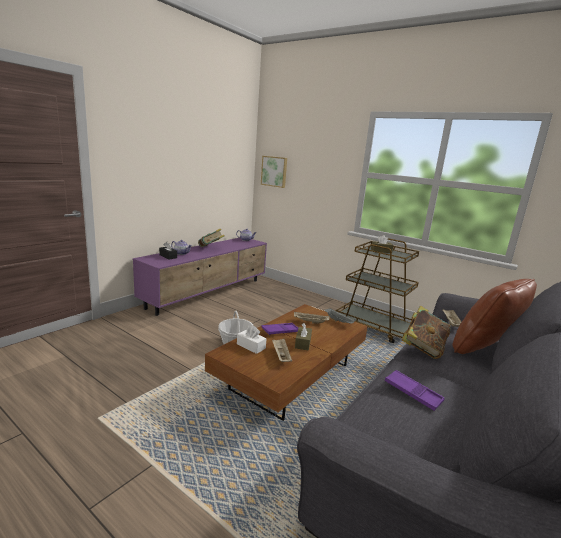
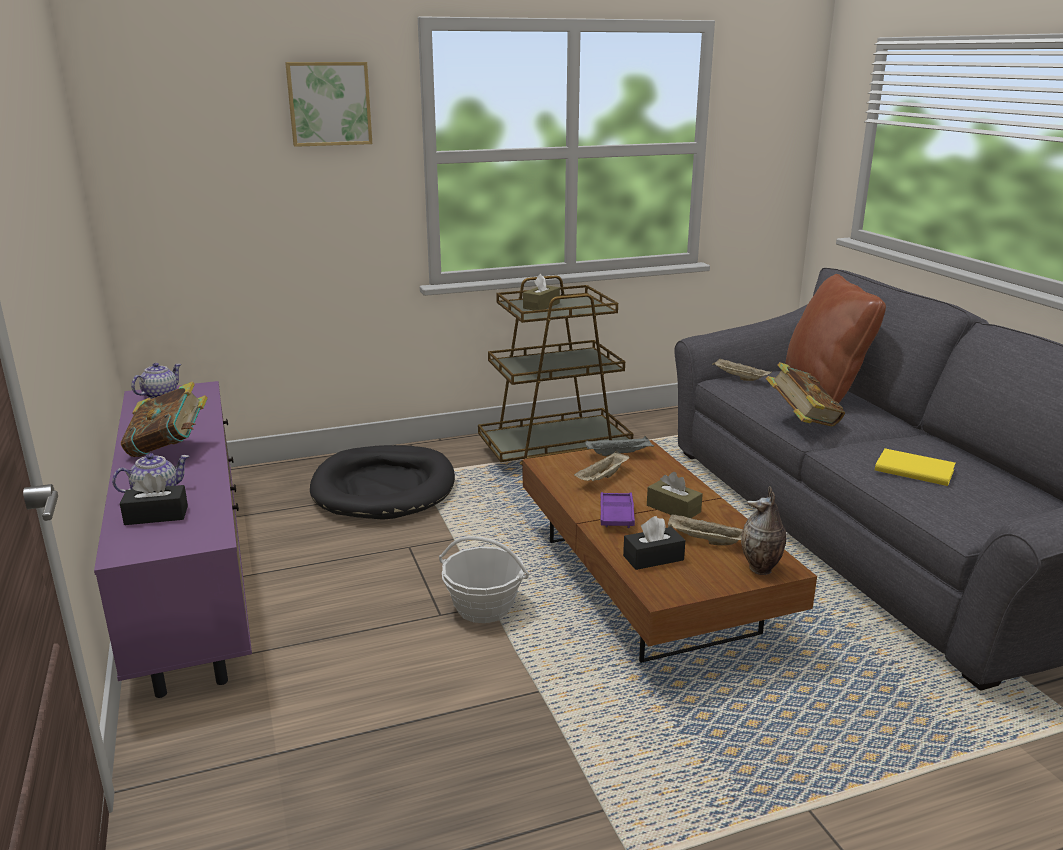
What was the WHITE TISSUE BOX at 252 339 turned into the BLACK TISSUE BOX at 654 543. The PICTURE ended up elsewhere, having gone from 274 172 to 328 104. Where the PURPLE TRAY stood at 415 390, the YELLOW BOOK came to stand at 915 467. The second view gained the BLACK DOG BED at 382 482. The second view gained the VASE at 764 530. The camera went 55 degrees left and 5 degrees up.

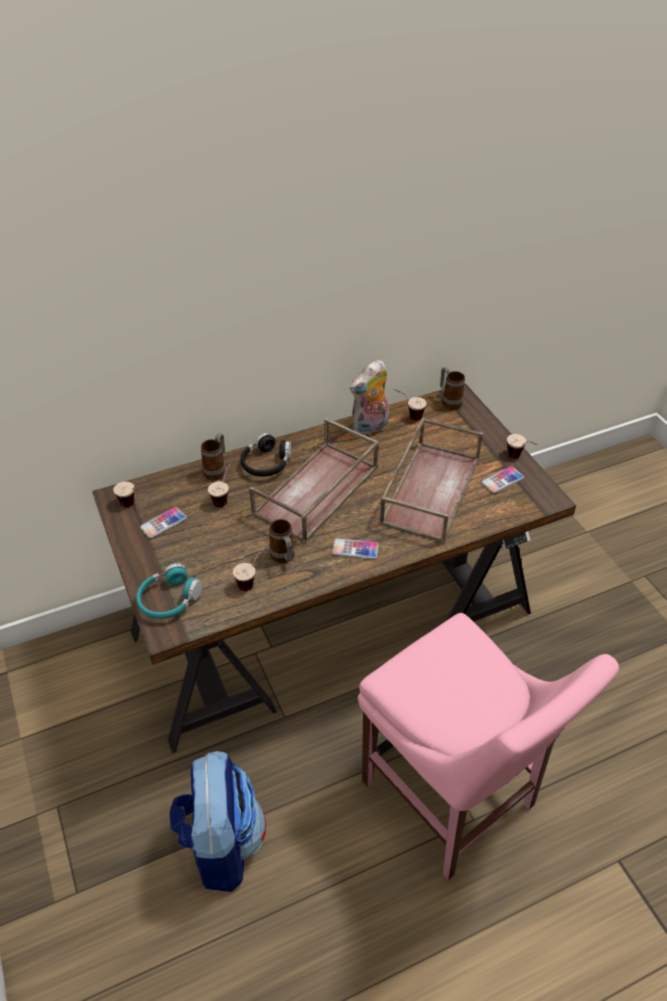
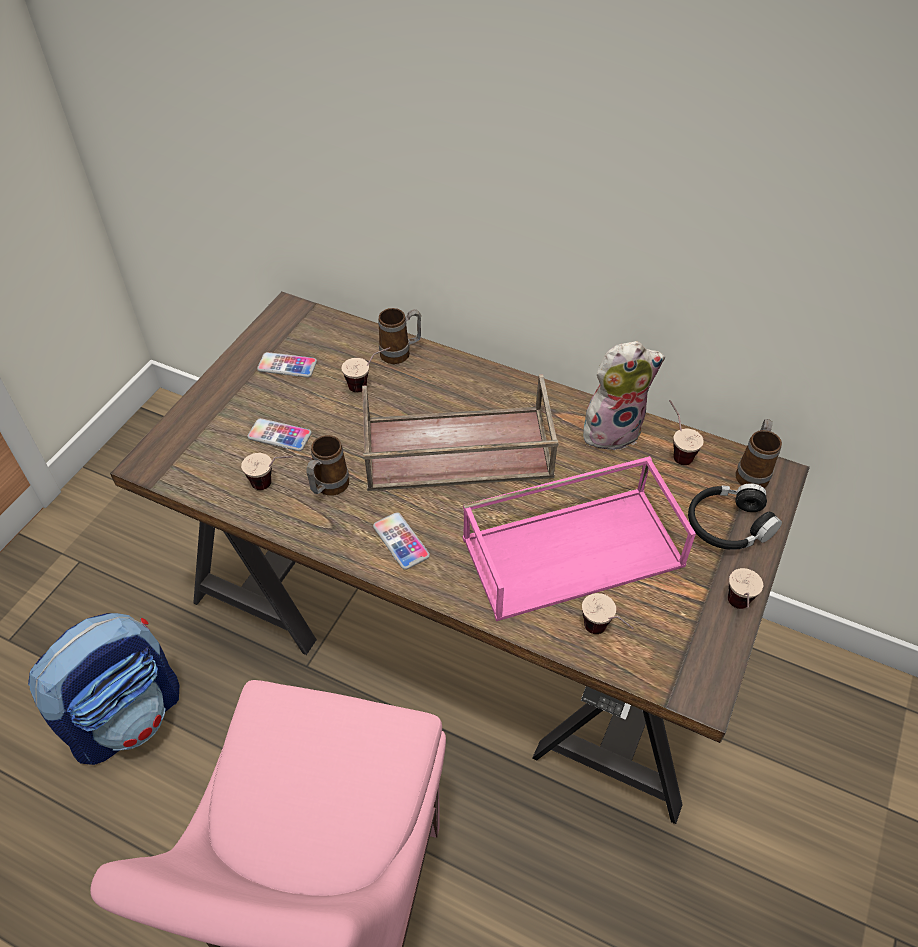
The CUP ended up elsewhere, having gone from 131 493 to 608 613. The second view lost the TURQUOISE HEADPHONES at 169 591. The BLACK HEADPHONES ended up elsewhere, having gone from 265 455 to 735 516. The PLUSH TOY at 369 398 ended up facing another way, 150 degrees clockwise from before. What was the BROWN TRAY at 431 480 turned into the PINK TRAY at 579 538. The PHONE ended up elsewhere, having gone from 502 480 to 279 434. The camera went 50 degrees right and 5 degrees up.

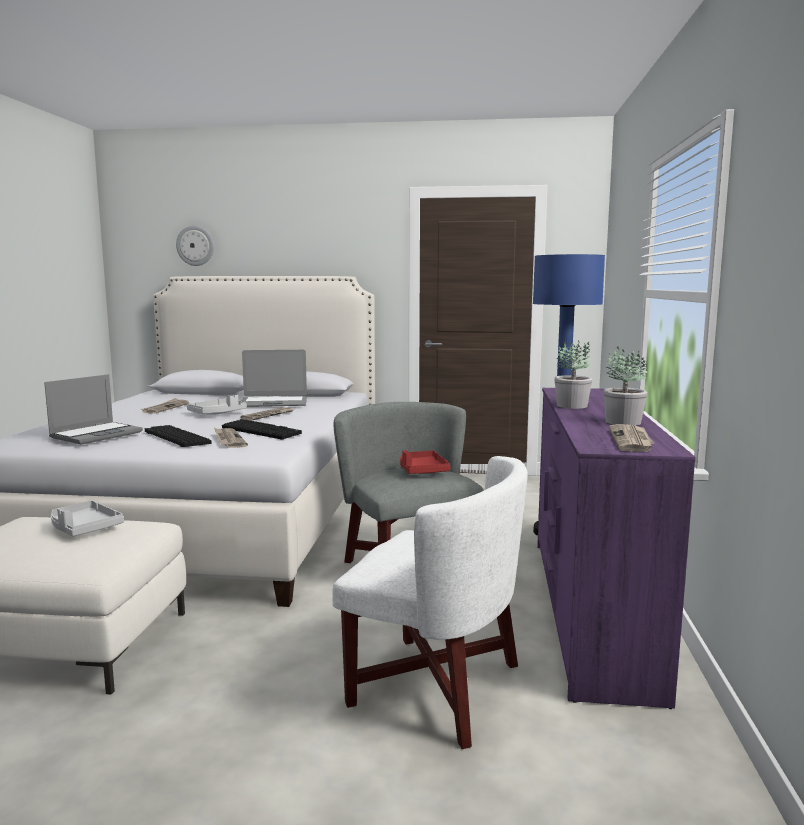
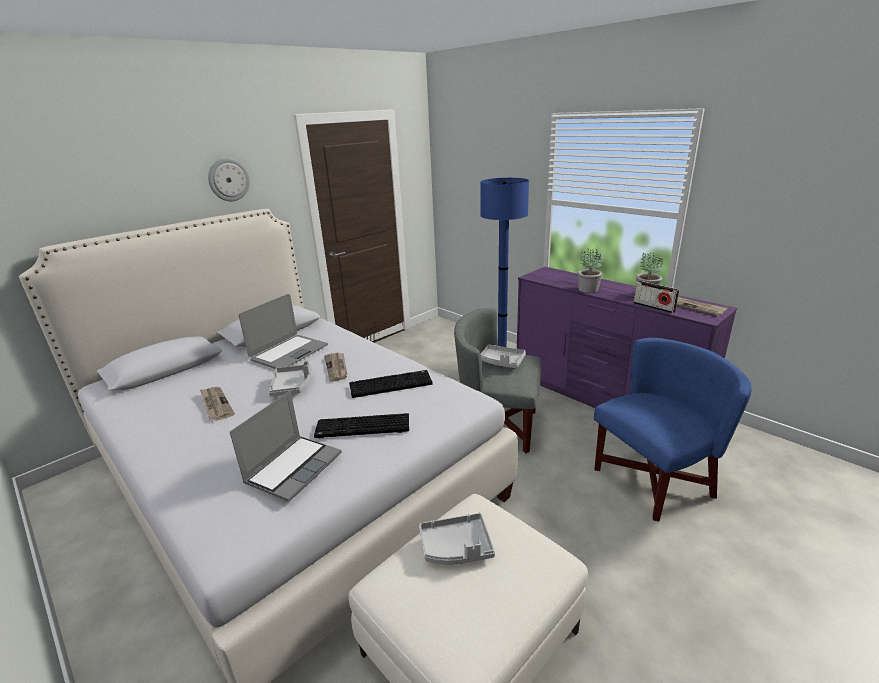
The LAPTOP at 93 409 ended up facing another way, 45 degrees clockwise from before. The WALL CLOCK ended up elsewhere, having gone from 195 245 to 229 179. The second view lost the NEWSPAPER at 231 438. What was the WHITE ARMCHAIR at 430 602 turned into the BLUE ARMCHAIR at 673 430. What was the RED TRAY at 425 462 turned into the GREY TRAY at 503 356. The second view gained the RADIO at 656 297. The camera went 50 degrees left and 15 degrees up.

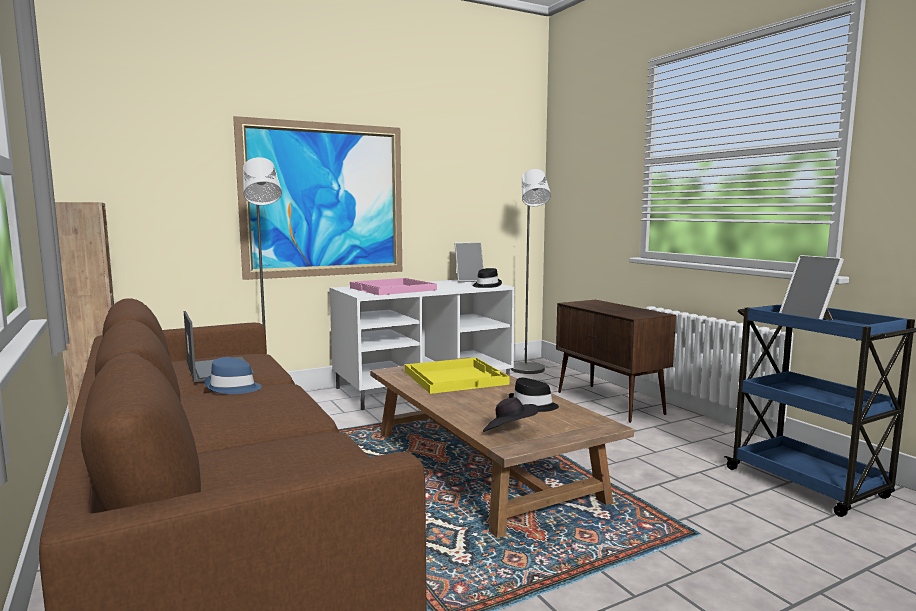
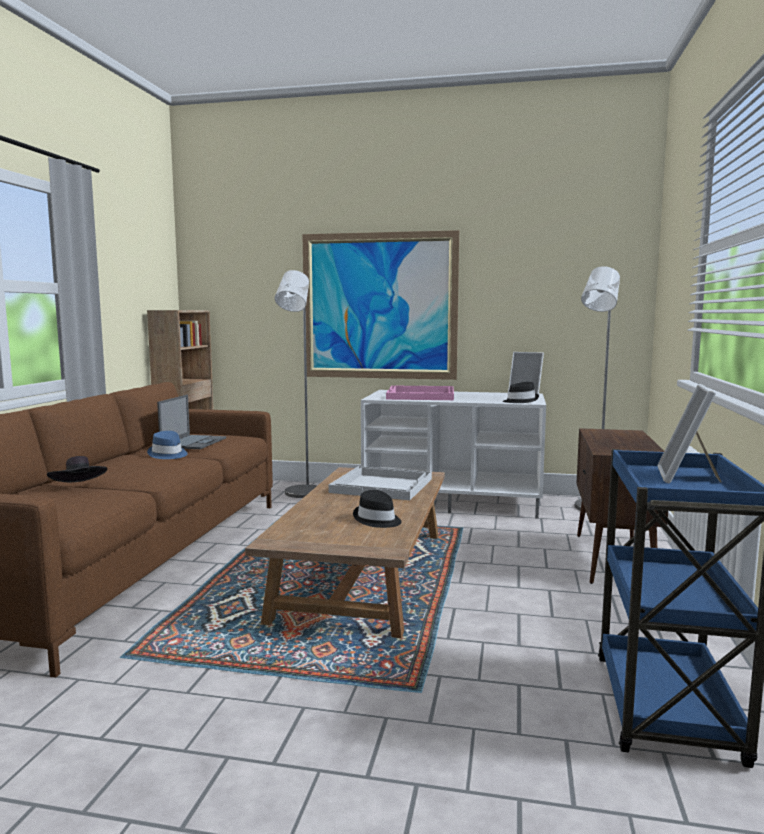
What was the YELLOW TRAY at 457 376 turned into the WHITE TRAY at 380 483. The BLACK HAT ended up elsewhere, having gone from 511 414 to 77 469. The camera went 40 degrees right and 0 degrees up.

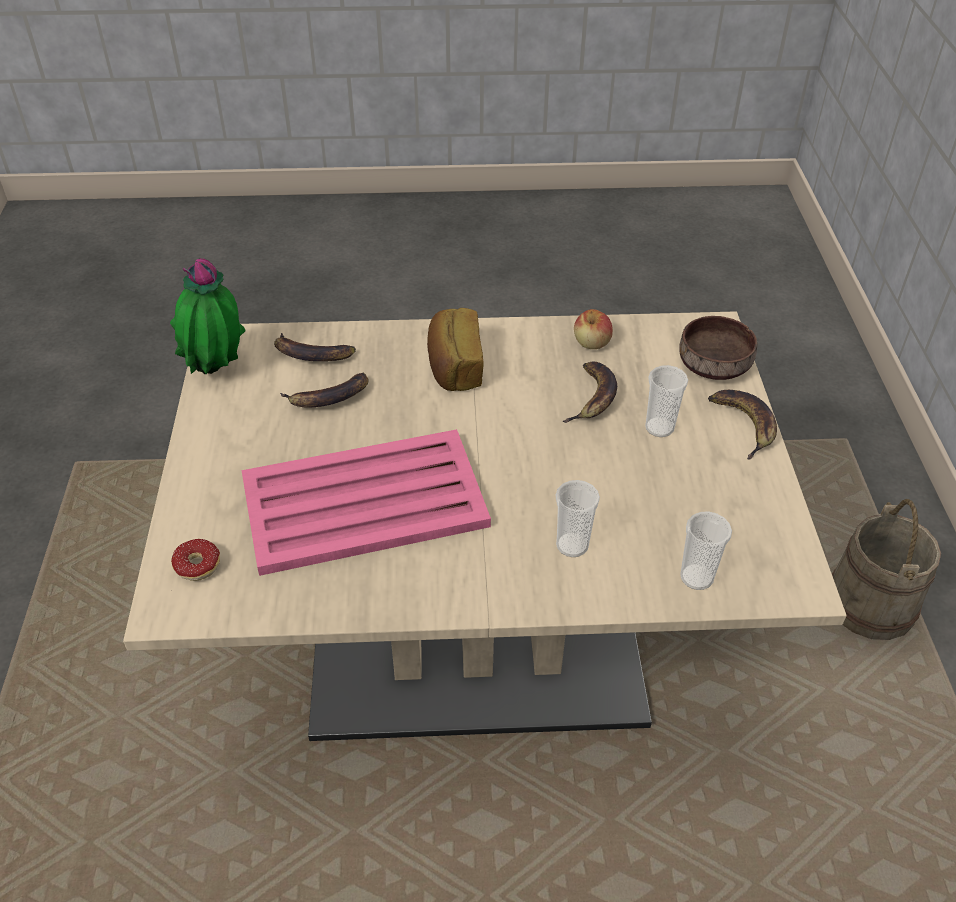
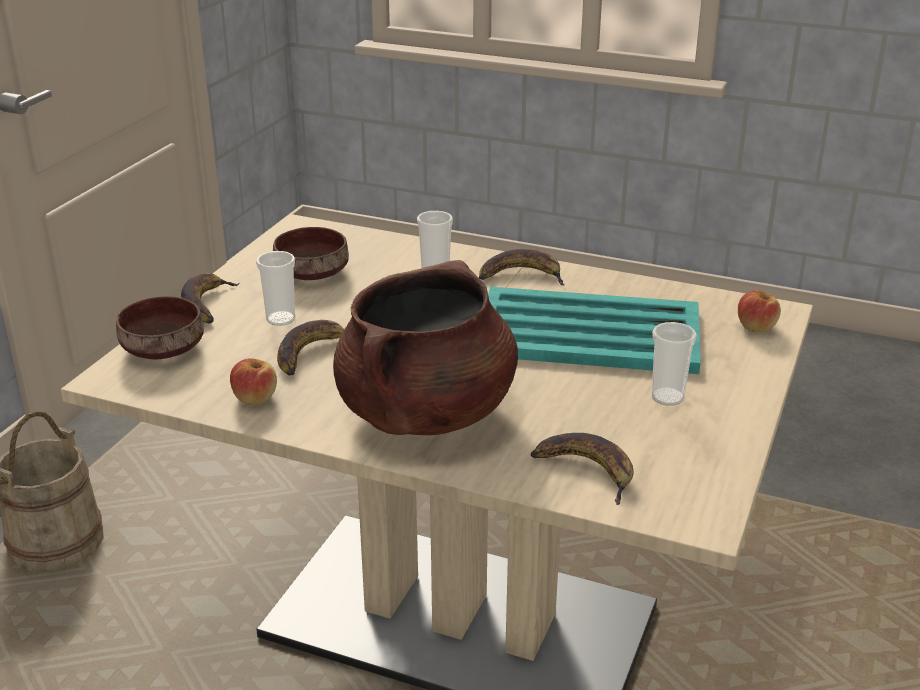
The second view lost the POTTED PLANT at 207 316. Where the DONUT stood at 195 560, the APPLE came to stand at 759 311. What was the PINK TRAY at 366 502 turned into the TURQUOISE TRAY at 594 330. The BANANA ended up elsewhere, having gone from 324 390 to 521 267. Where the BREAD stood at 455 349, the BROWN COOKING POT came to stand at 425 347. The CUP ended up elsewhere, having gone from 706 550 to 674 364. The second view gained the BROWN BOWL at 311 253. The camera went 155 degrees left and 15 degrees down.

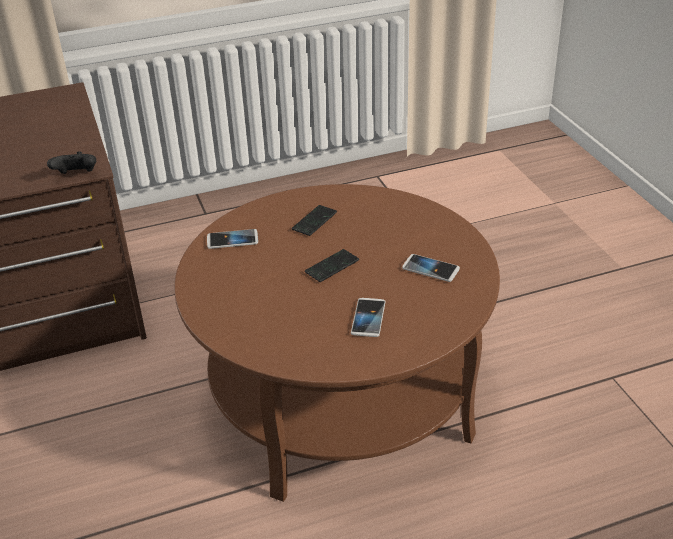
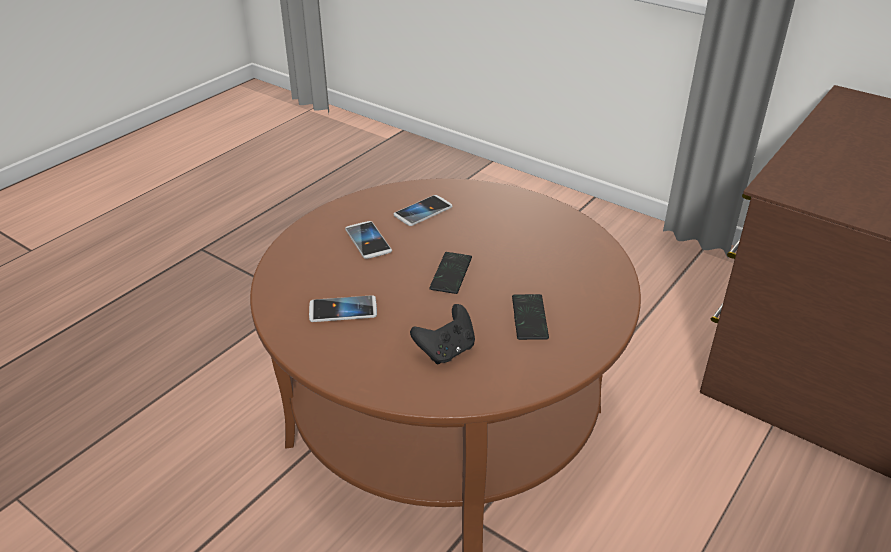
The BLACK GAME CONTROLLER ended up elsewhere, having gone from 71 162 to 442 334. The PHONE ended up elsewhere, having gone from 232 239 to 423 210. The camera went 145 degrees right and 0 degrees up.

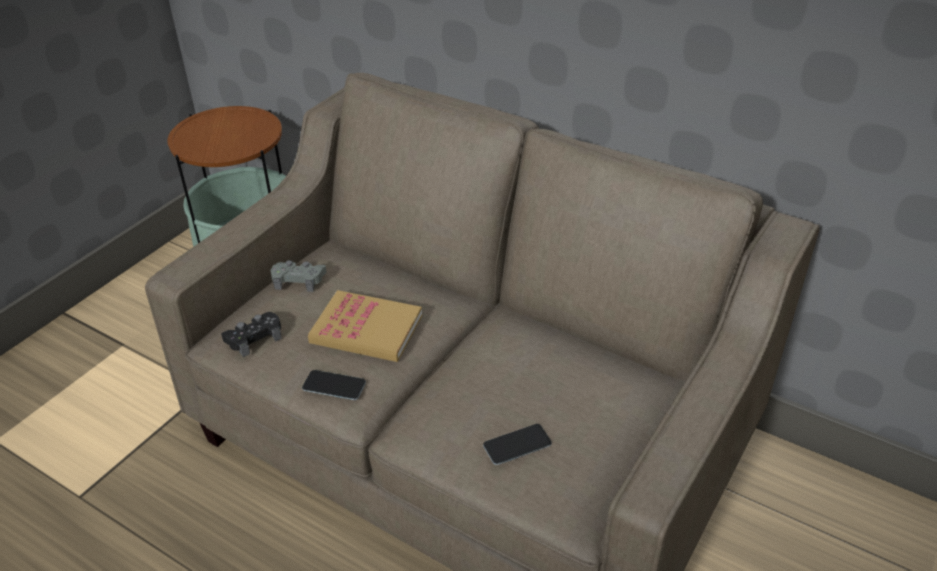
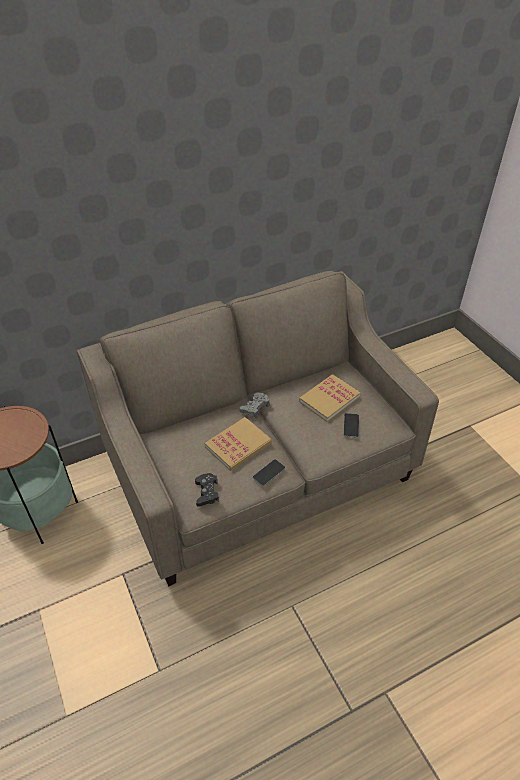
The GREY GAME CONTROLLER ended up elsewhere, having gone from 299 276 to 254 405. The second view gained the BOOK at 329 398. The camera went 60 degrees left and 5 degrees up.

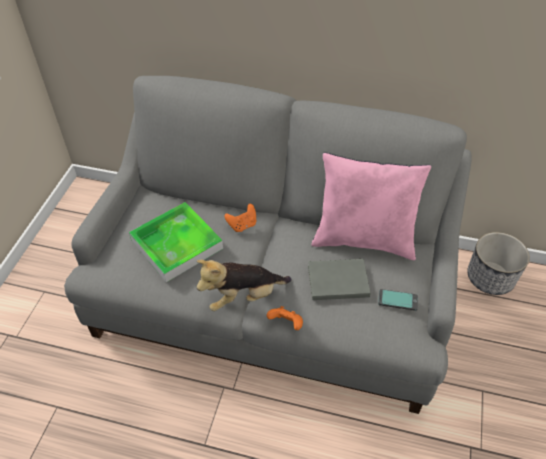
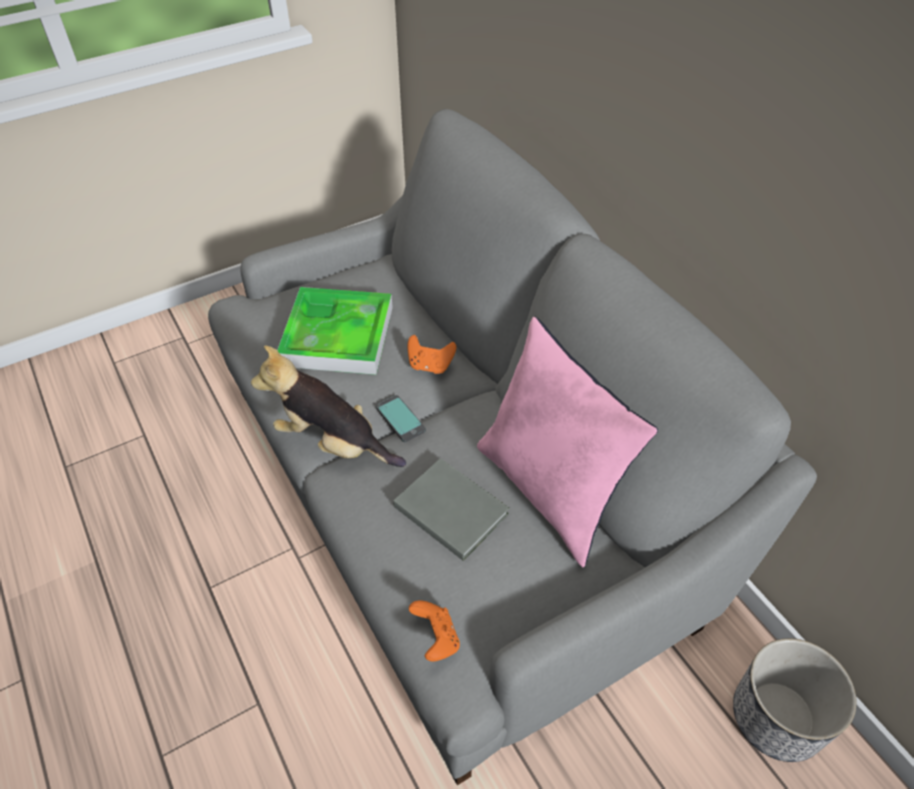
The ORANGE GAME CONTROLLER ended up elsewhere, having gone from 285 318 to 434 631. The PHONE ended up elsewhere, having gone from 398 300 to 401 418. The camera went 45 degrees right and 0 degrees up.

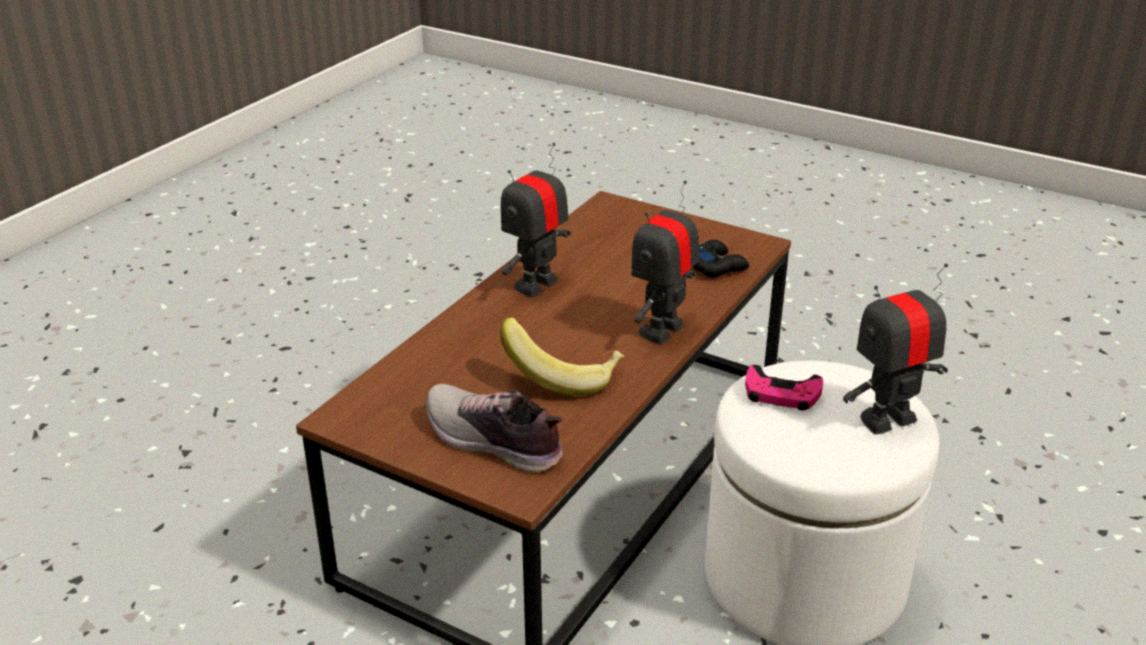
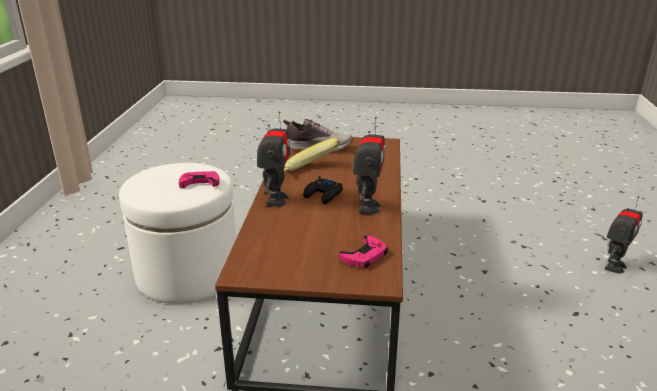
The BLACK GAME CONTROLLER ended up elsewhere, having gone from 721 258 to 323 190. The TOY ROBOT ended up elsewhere, having gone from 895 349 to 623 234. The second view gained the PINK GAME CONTROLLER at 363 251. The camera went 155 degrees right and 5 degrees down.

